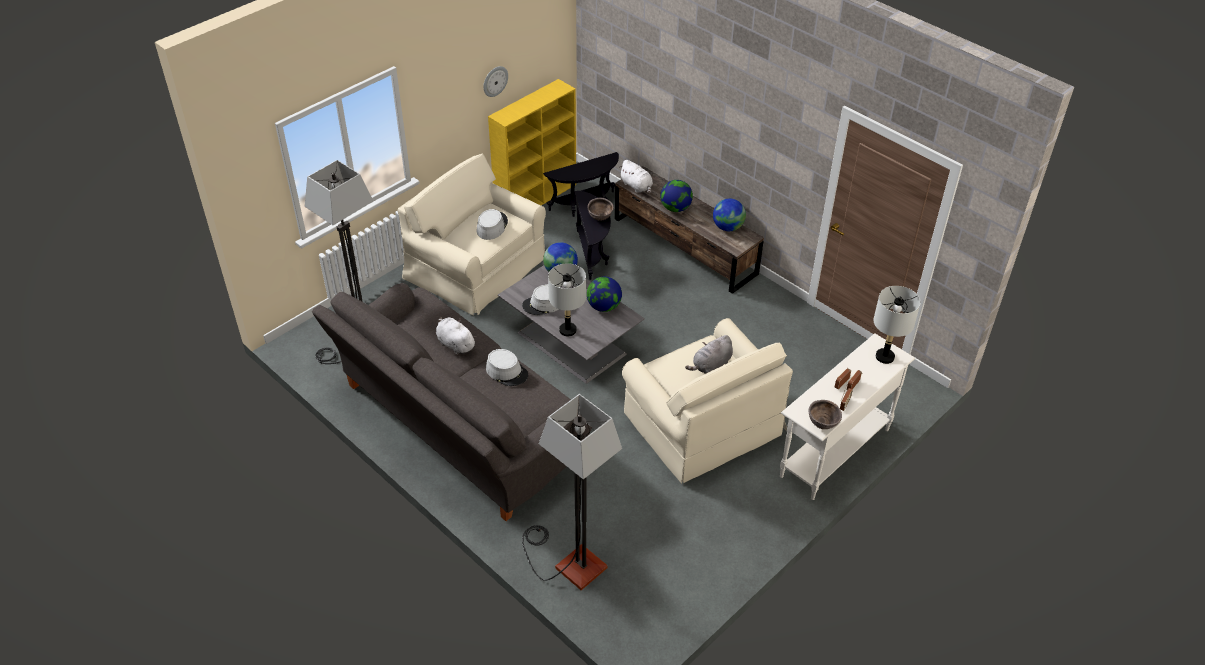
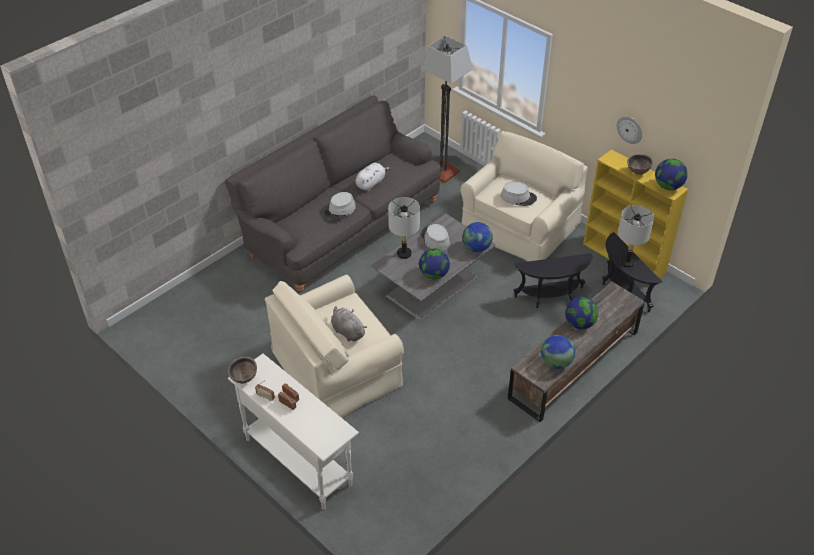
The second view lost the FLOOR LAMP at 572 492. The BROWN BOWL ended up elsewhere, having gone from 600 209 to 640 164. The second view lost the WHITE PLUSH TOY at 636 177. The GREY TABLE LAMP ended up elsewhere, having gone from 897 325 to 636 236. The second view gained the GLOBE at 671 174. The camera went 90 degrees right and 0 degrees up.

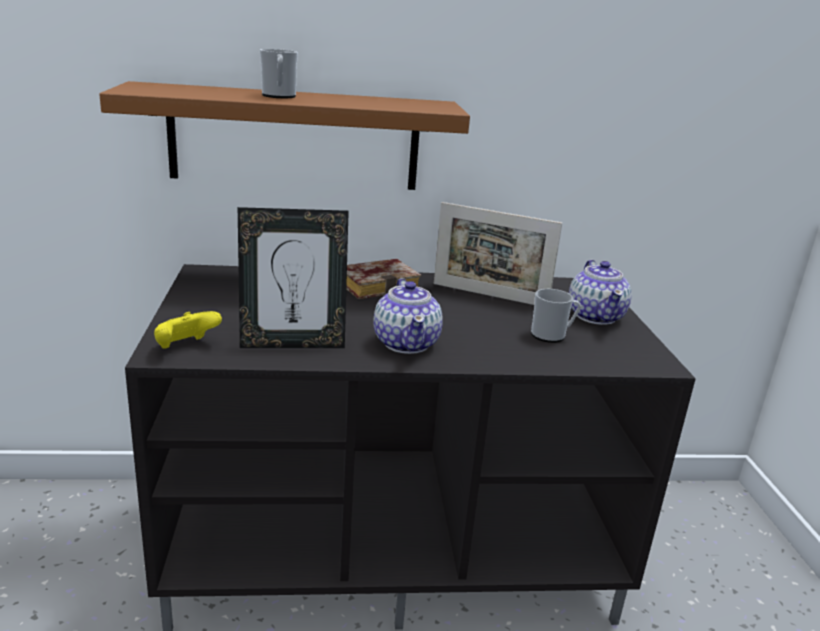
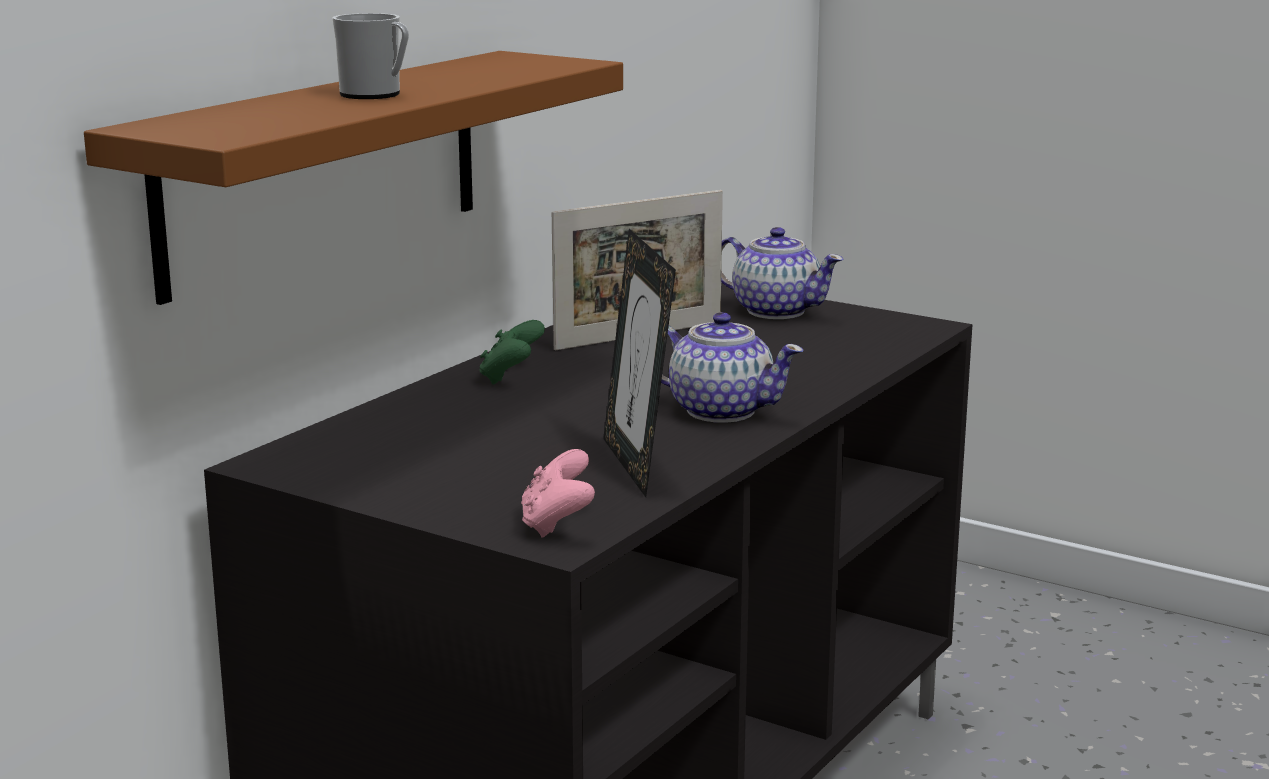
What was the YELLOW GAME CONTROLLER at 188 330 turned into the PINK GAME CONTROLLER at 558 493. The PICTURE FRAME at 293 277 ended up facing another way, 135 degrees clockwise from before. Where the BOOK stood at 383 279, the GREEN GAME CONTROLLER came to stand at 512 352. The second view lost the MUG at 556 316. The camera went 50 degrees left and 5 degrees down.

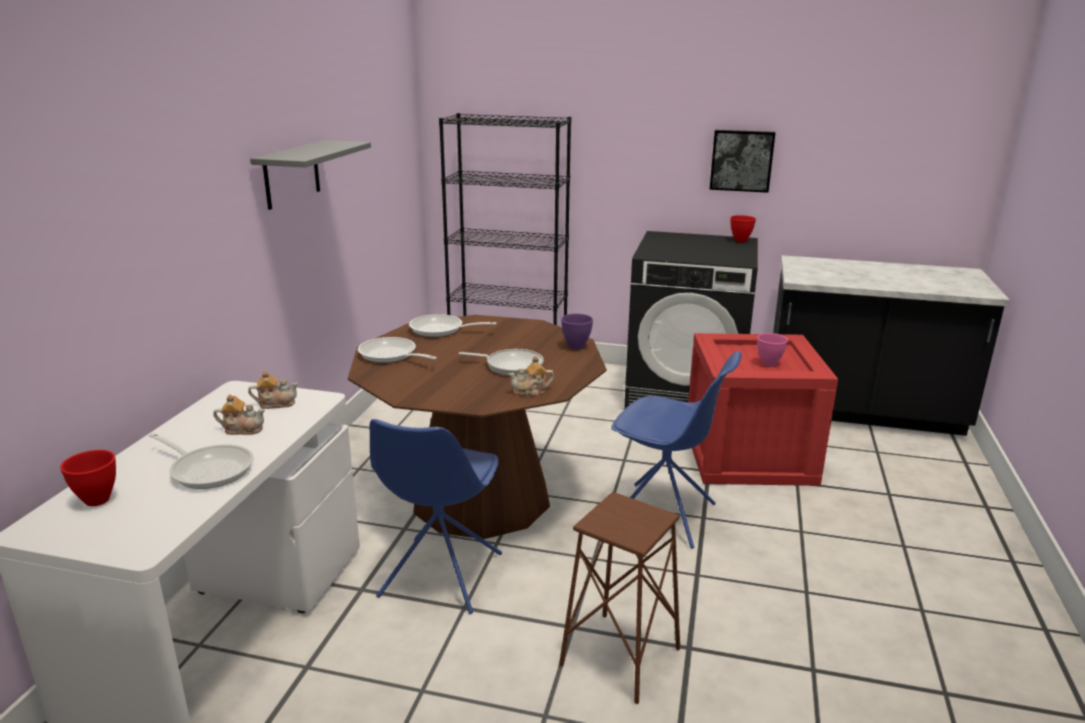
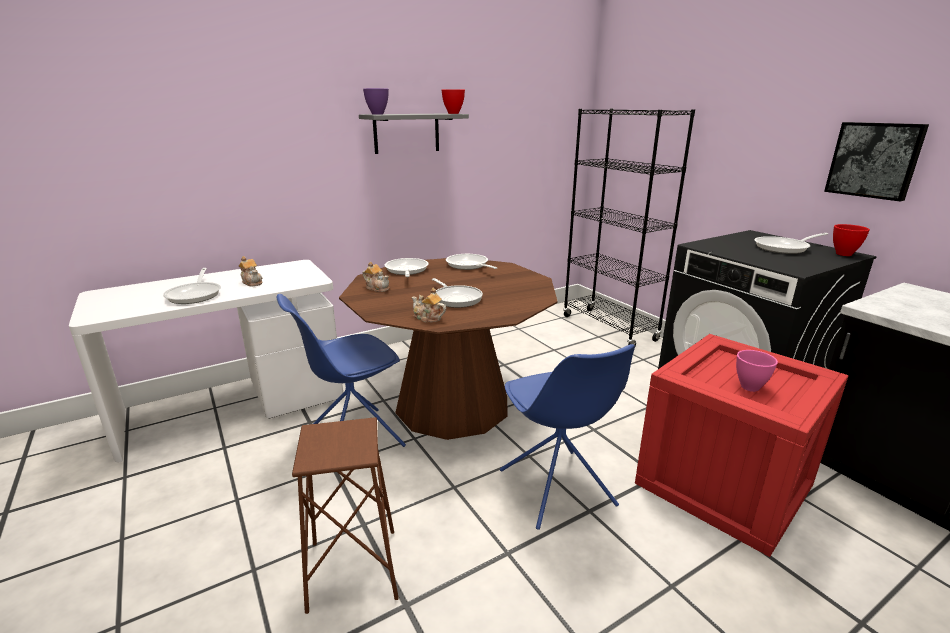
The RED BOWL ended up elsewhere, having gone from 88 478 to 453 101. The TEAPOT ended up elsewhere, having gone from 273 390 to 376 277. The PURPLE BOWL ended up elsewhere, having gone from 577 332 to 376 101. The second view gained the FRYING PAN at 791 243. The camera went 45 degrees right and 0 degrees up.

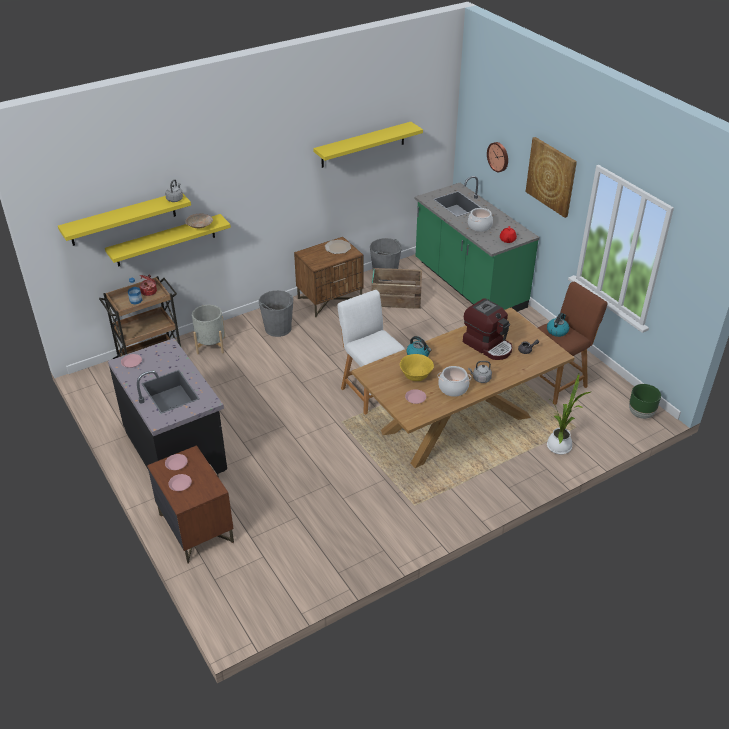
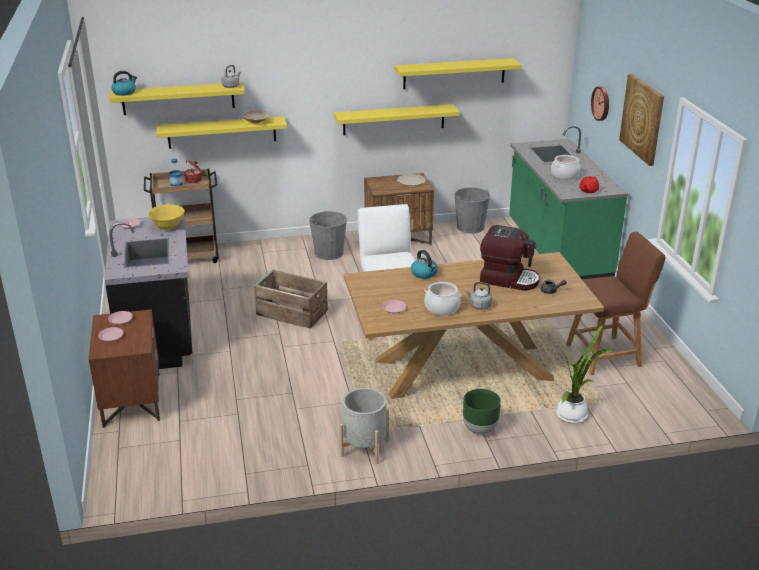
The GREY PLANTER ended up elsewhere, having gone from 209 329 to 364 426. The CRATE ended up elsewhere, having gone from 396 288 to 291 299. The YELLOW BOWL ended up elsewhere, having gone from 417 367 to 166 217. The COFFEE MACHINE at 487 329 ended up facing another way, 45 degrees counterclockwise from before. The KETTLE ended up elsewhere, having gone from 558 325 to 124 83. The GREEN PLANTER ended up elsewhere, having gone from 645 401 to 482 411. The second view gained the YELLOW SHELF at 397 119. The camera went 20 degrees right and 10 degrees down.

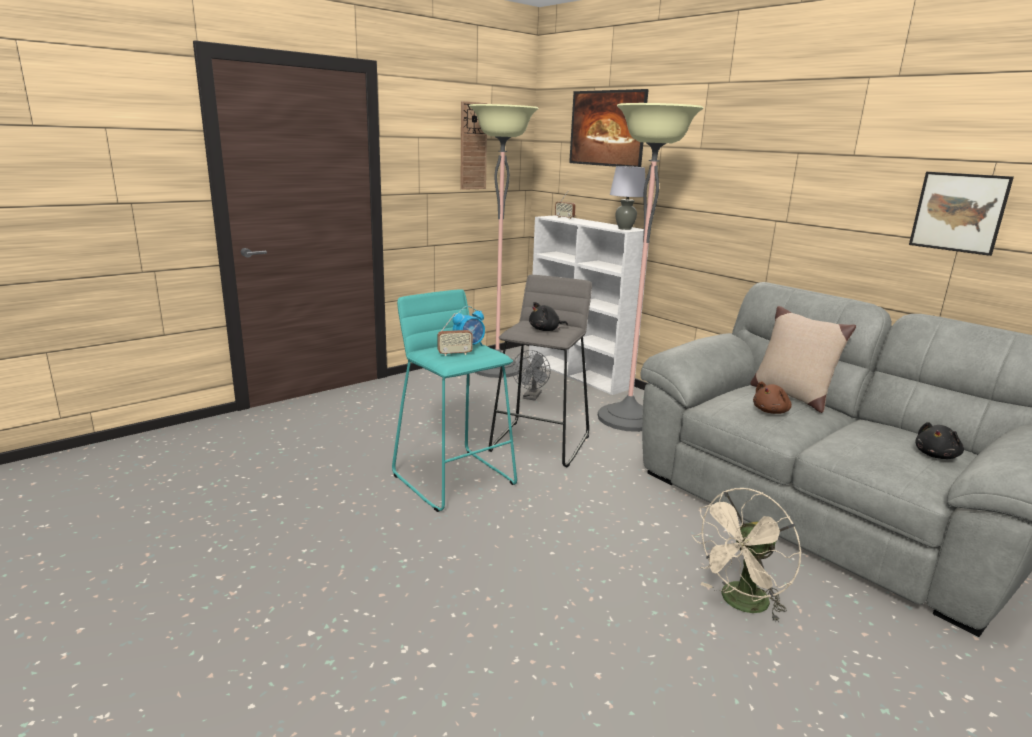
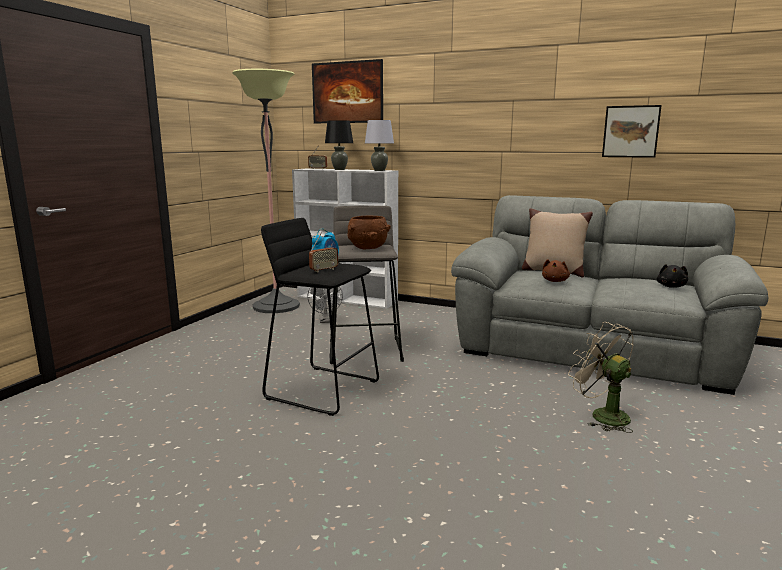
What was the TURQUOISE STOOL at 454 400 turned into the BLACK STOOL at 320 317. The second view lost the WALL CLOCK at 474 145. Where the BLACK PLUSH TOY stood at 548 316, the BROWN BOWL came to stand at 369 233. The second view lost the FLOOR LAMP at 651 267. The BEIGE FAN at 746 555 ended up facing another way, 120 degrees clockwise from before. The second view gained the BLACK TABLE LAMP at 339 145. The camera went 25 degrees left and 5 degrees down.

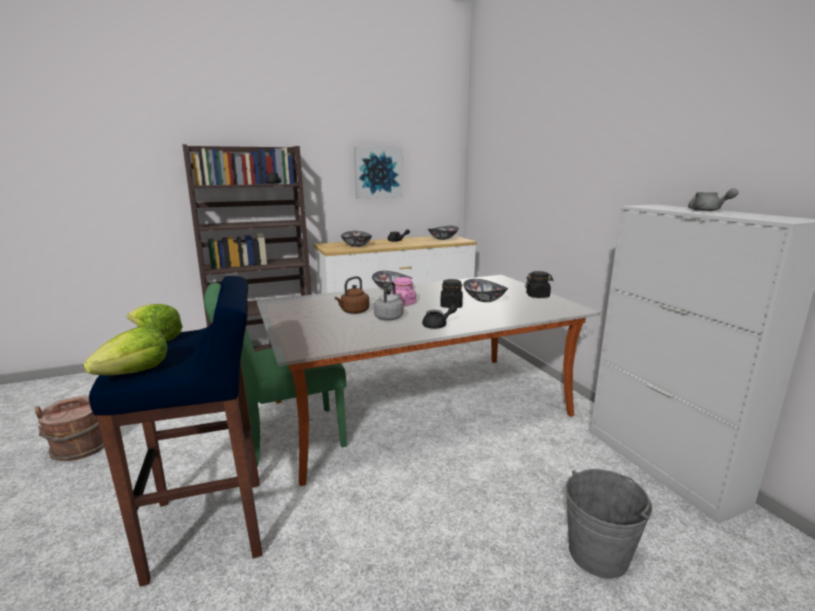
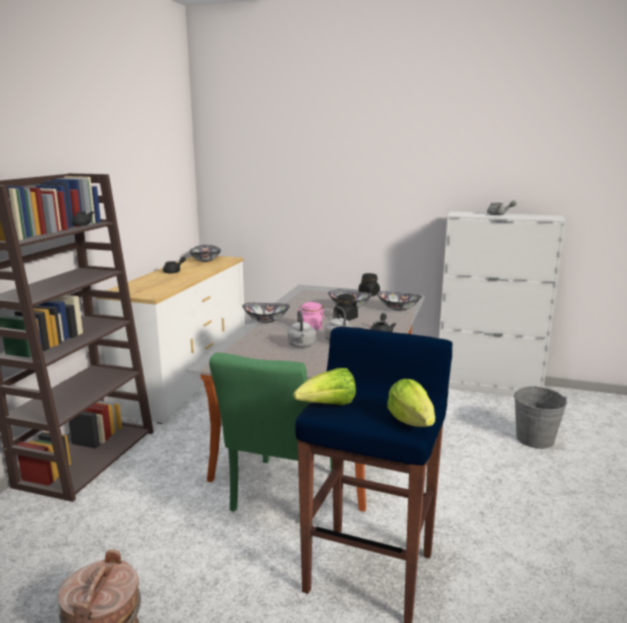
What was the BROWN KETTLE at 352 295 turned into the GREY KETTLE at 301 329. The BOWL ended up elsewhere, having gone from 356 239 to 399 301. The second view lost the PICTURE at 378 172. The camera went 50 degrees left and 0 degrees up.

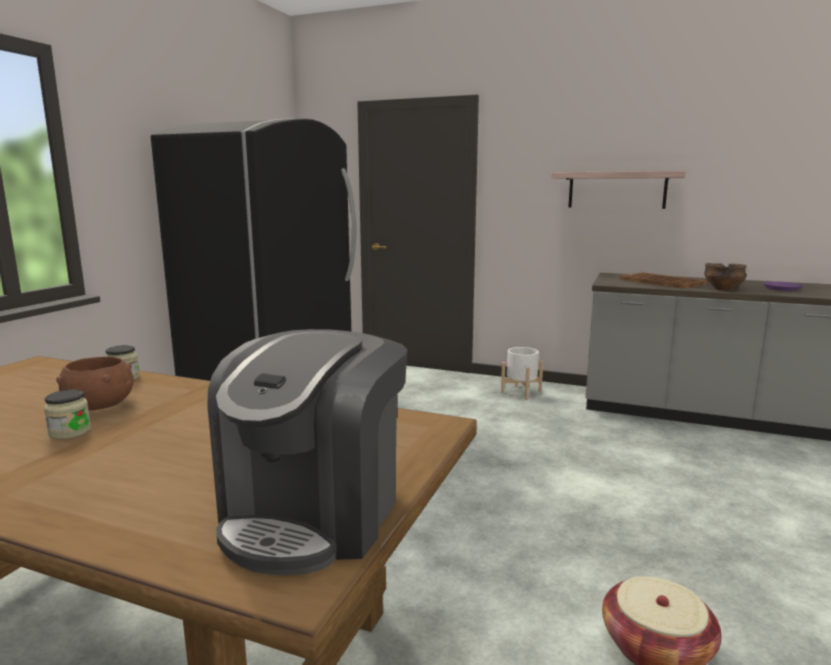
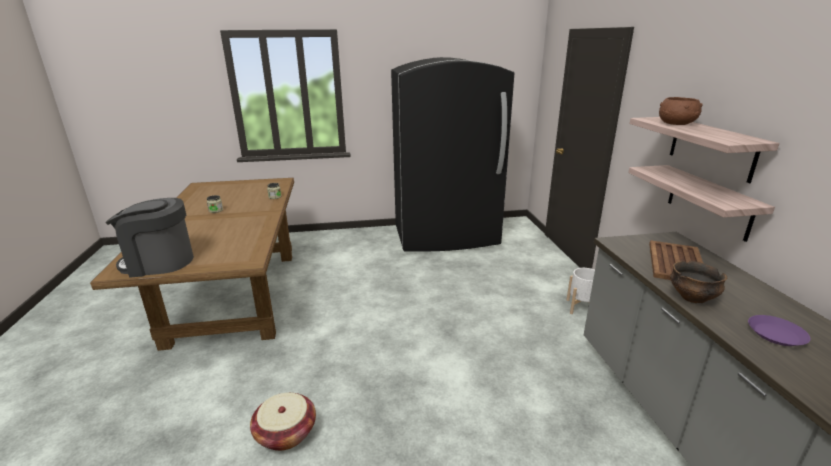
The BROWN BOWL ended up elsewhere, having gone from 95 383 to 681 111. The second view gained the SHELF at 701 203. The camera went 60 degrees right and 10 degrees up.

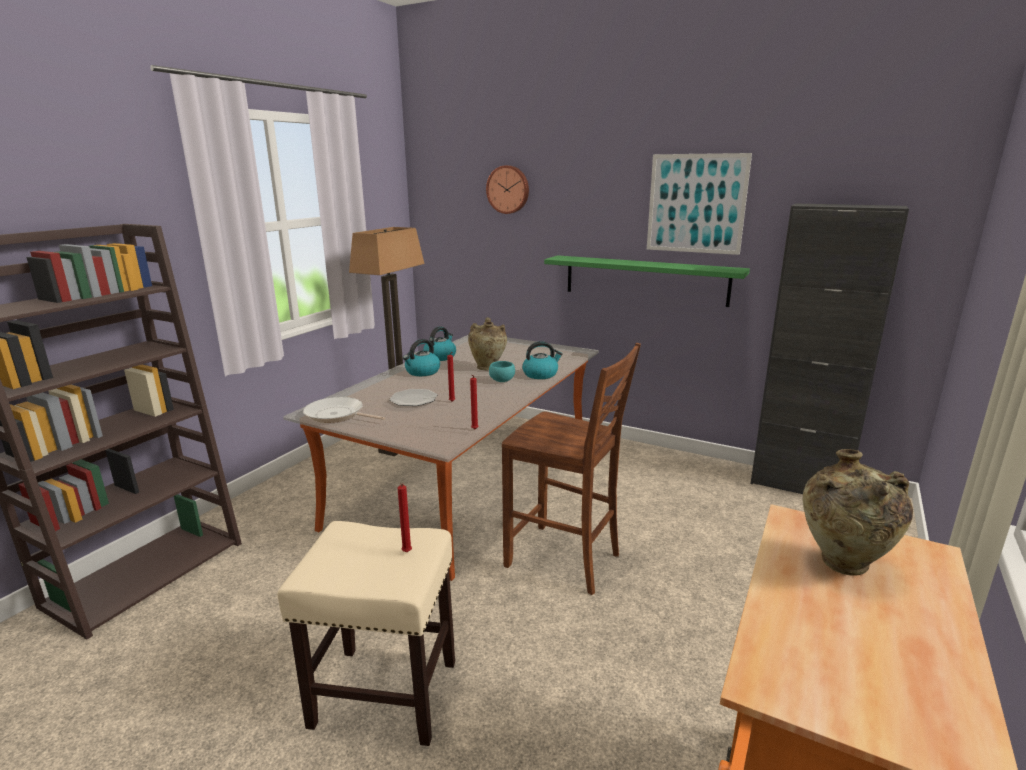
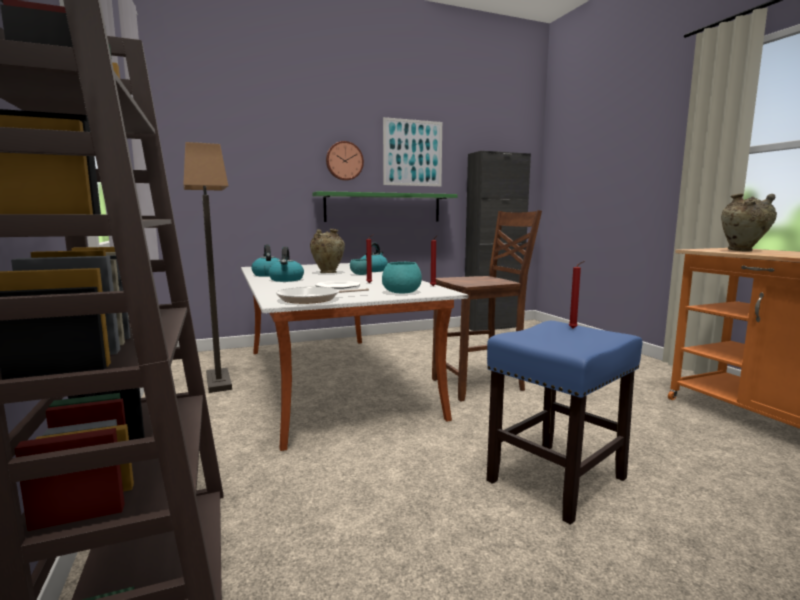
What was the BEIGE STOOL at 366 633 turned into the BLUE STOOL at 565 423. The WALL CLOCK ended up elsewhere, having gone from 507 189 to 345 161. The second view gained the TURQUOISE BOWL at 402 278. The camera went 50 degrees left and 10 degrees down.

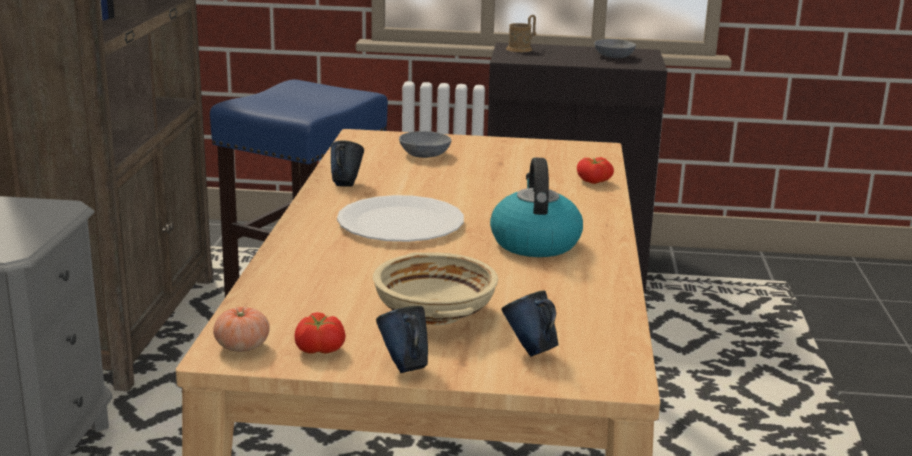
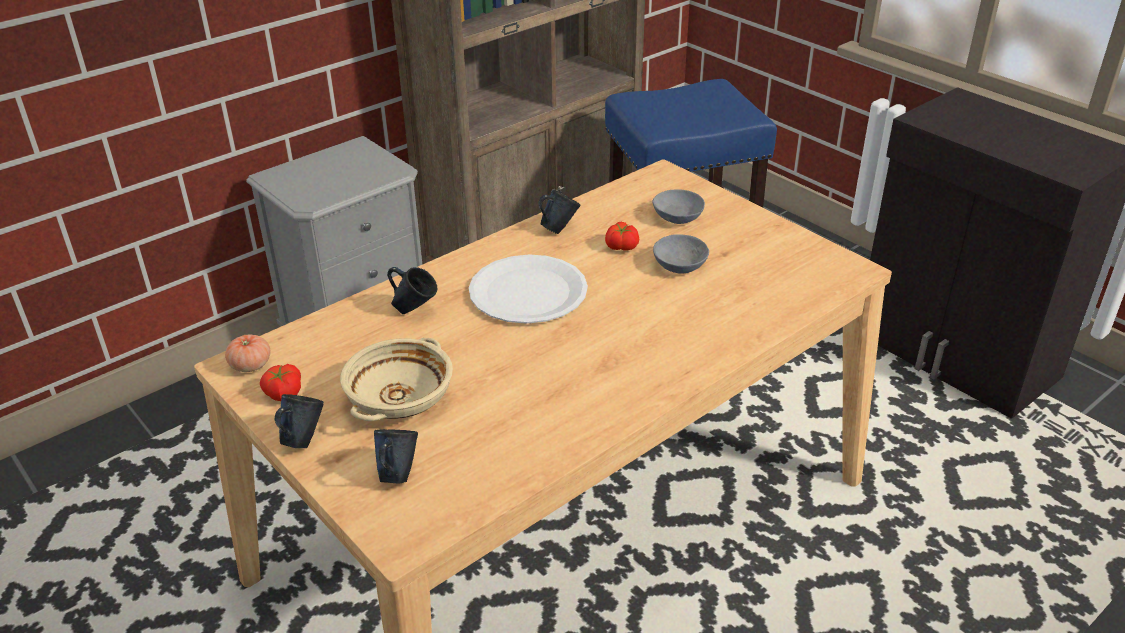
The second view lost the KETTLE at 536 207. The second view lost the BROWN MUG at 521 33. The TOMATO ended up elsewhere, having gone from 595 170 to 622 236. The GREY BOWL ended up elsewhere, having gone from 615 48 to 681 253. The second view gained the BLUE MUG at 412 290. The camera went 45 degrees right and 15 degrees up.

